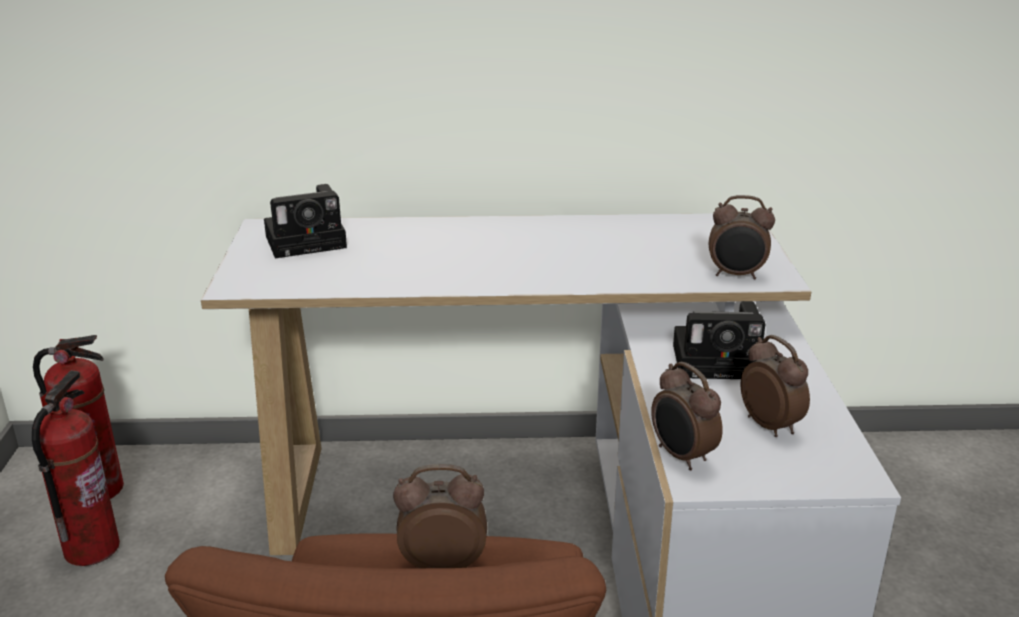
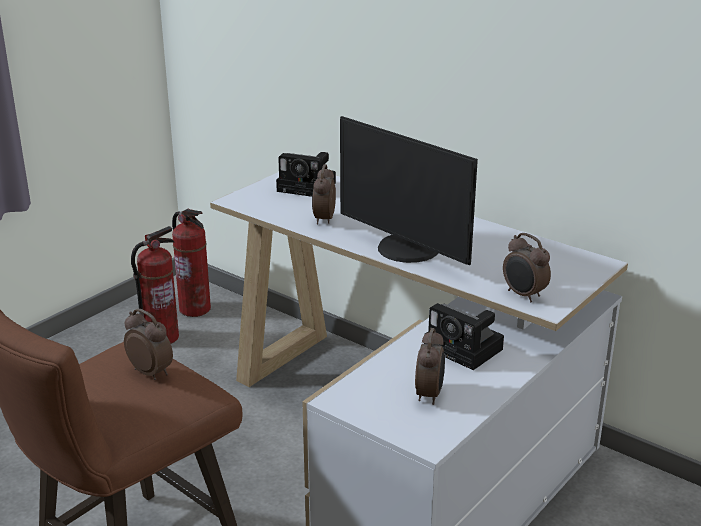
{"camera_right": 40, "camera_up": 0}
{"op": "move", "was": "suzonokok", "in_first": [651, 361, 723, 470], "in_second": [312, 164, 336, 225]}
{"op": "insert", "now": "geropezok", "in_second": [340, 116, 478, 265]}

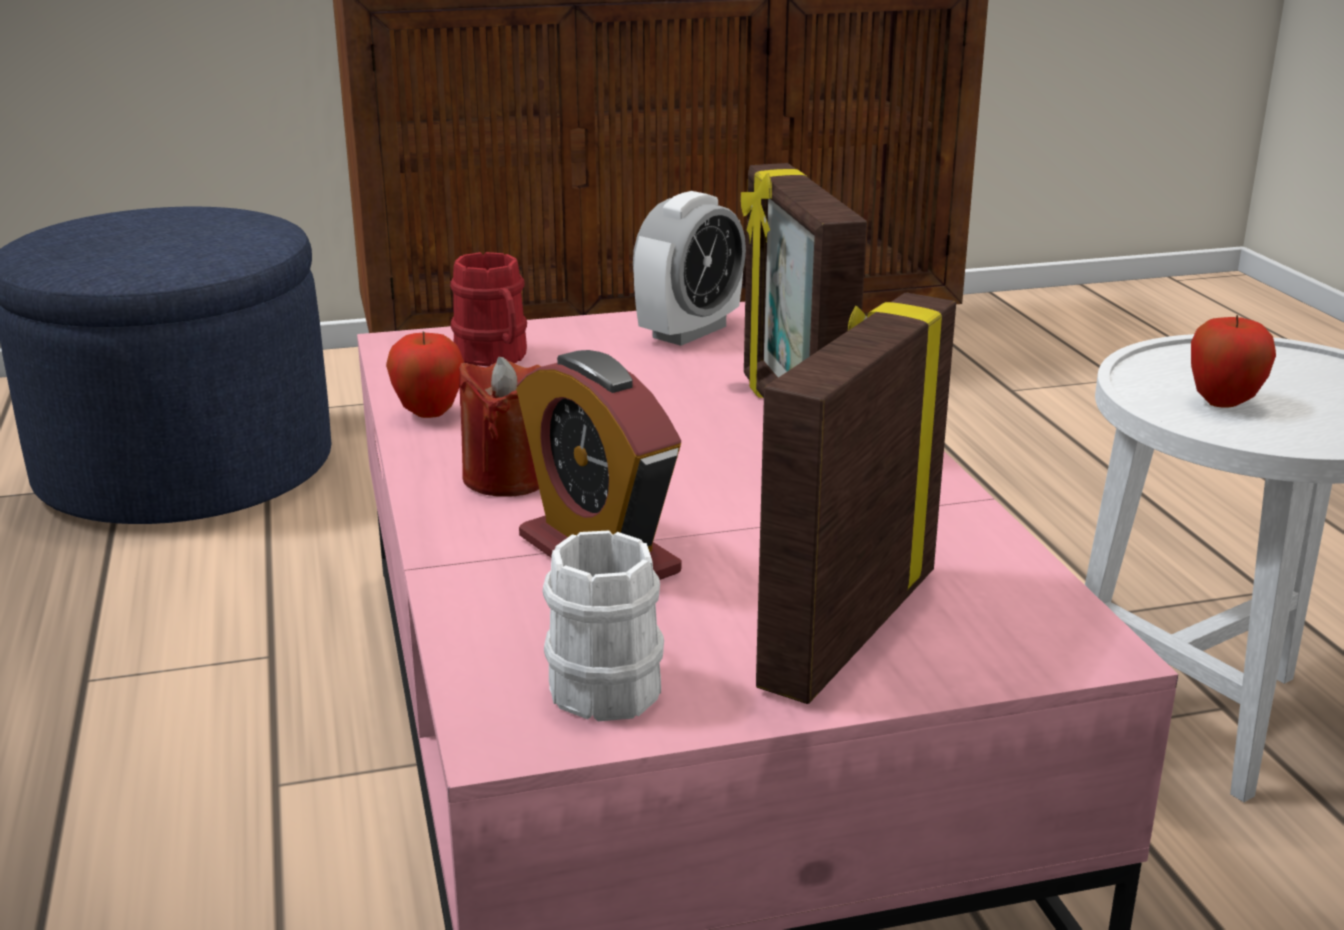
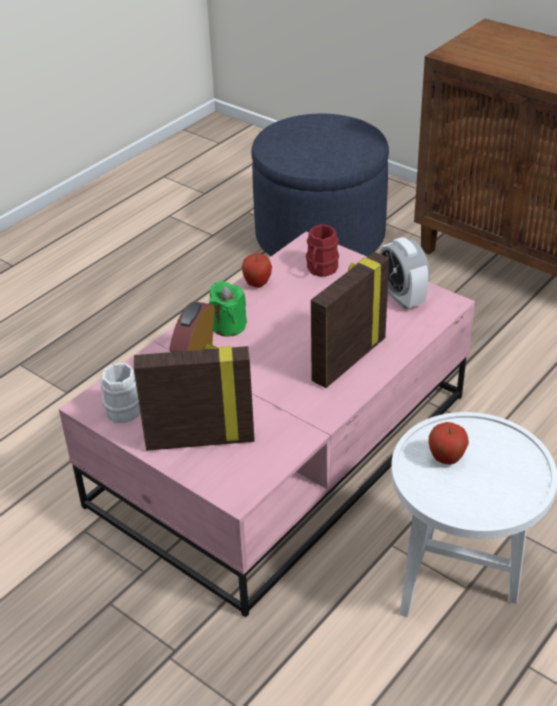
{"camera_right": 55, "camera_up": 15}
{"op": "recolor", "was": "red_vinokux", "now": "green_vinokux", "in_first": [459, 357, 541, 497], "in_second": [209, 281, 247, 337]}
{"op": "rotate", "was": "suzonokok", "in_first": [633, 191, 746, 346], "in_second": [380, 237, 430, 309], "clockwise": 60}

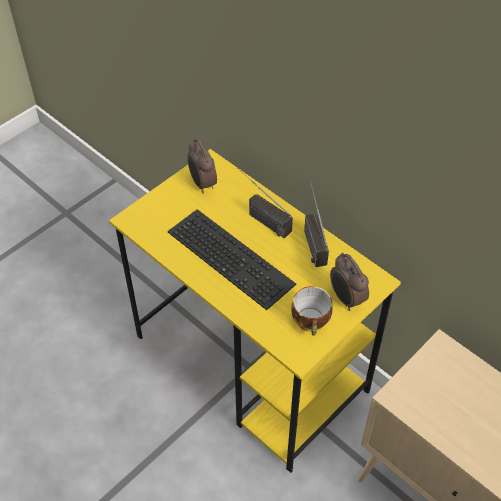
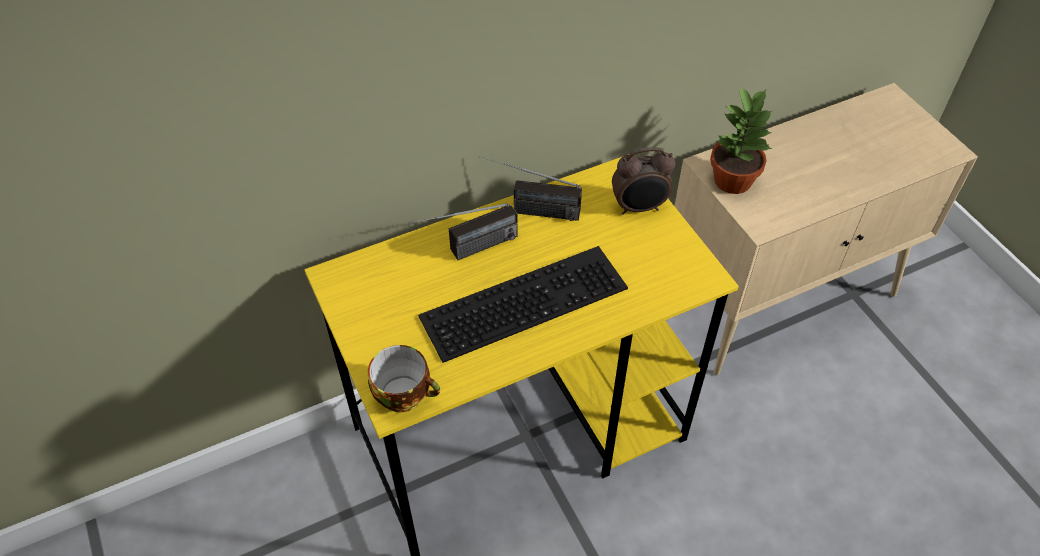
{"camera_right": -70, "camera_up": 0}
{"op": "delete", "was": "suzonokok", "in_first": [187, 138, 217, 193]}
{"op": "move", "was": "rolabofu", "in_first": [291, 286, 333, 336], "in_second": [368, 345, 440, 413]}
{"op": "insert", "now": "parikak", "in_second": [710, 87, 773, 194]}

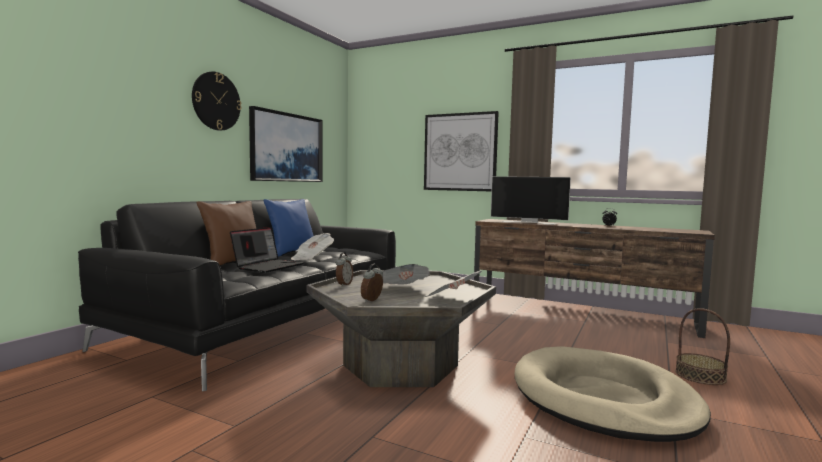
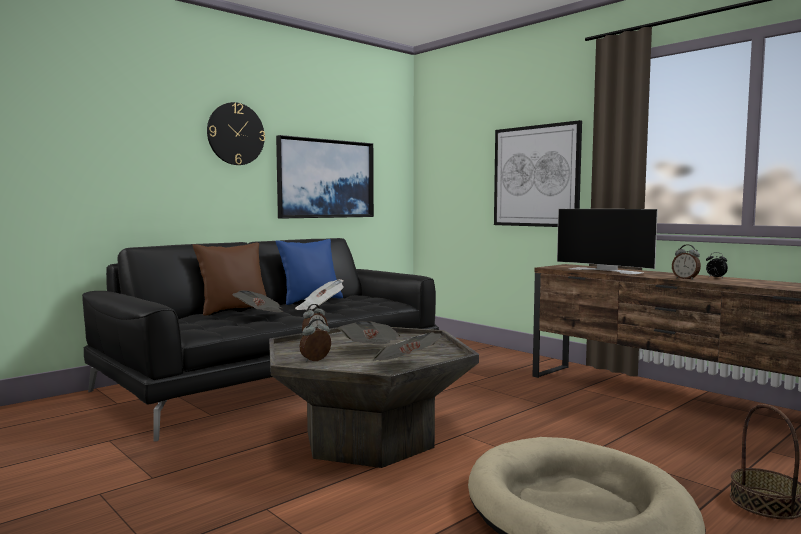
{"camera_right": 20, "camera_up": 0}
{"op": "replace", "was": "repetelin", "now": "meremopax", "in_first": [230, 227, 304, 273], "in_second": [232, 290, 283, 312]}
{"op": "insert", "now": "suzonokok", "in_second": [672, 244, 701, 280]}

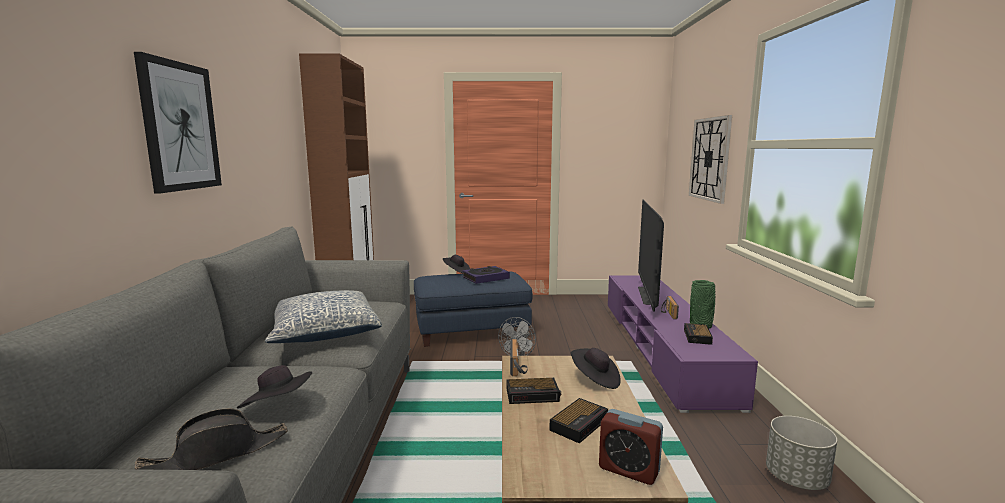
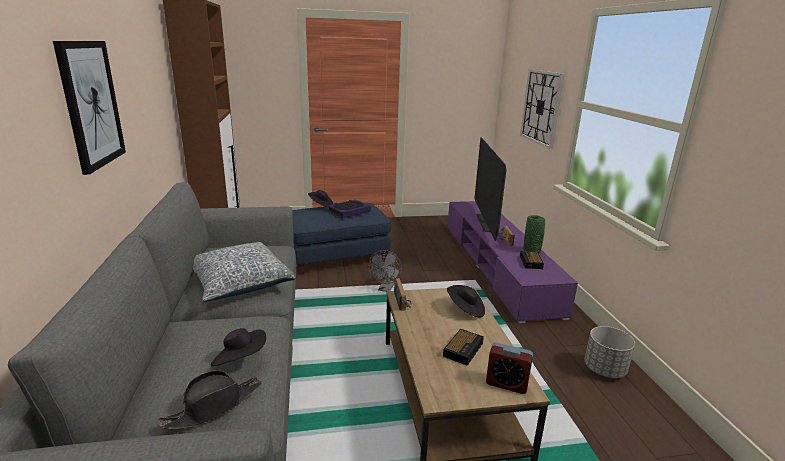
{"camera_right": -10, "camera_up": 10}
{"op": "delete", "was": "suzonokok", "in_first": [506, 378, 561, 404]}

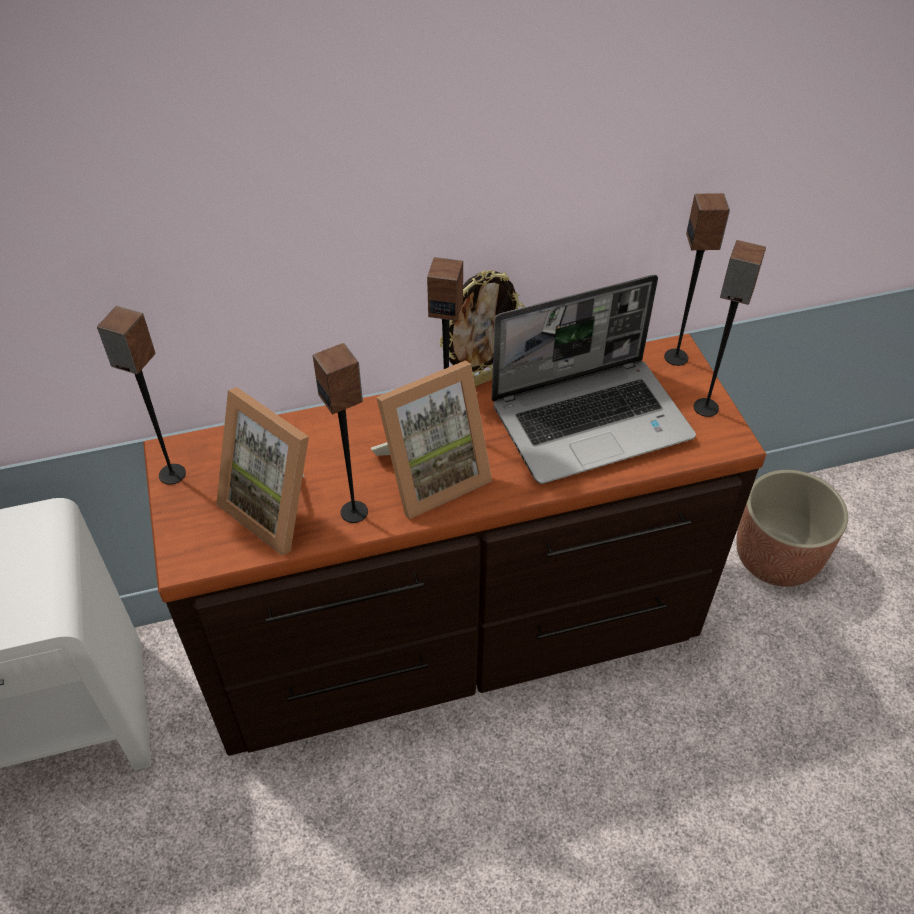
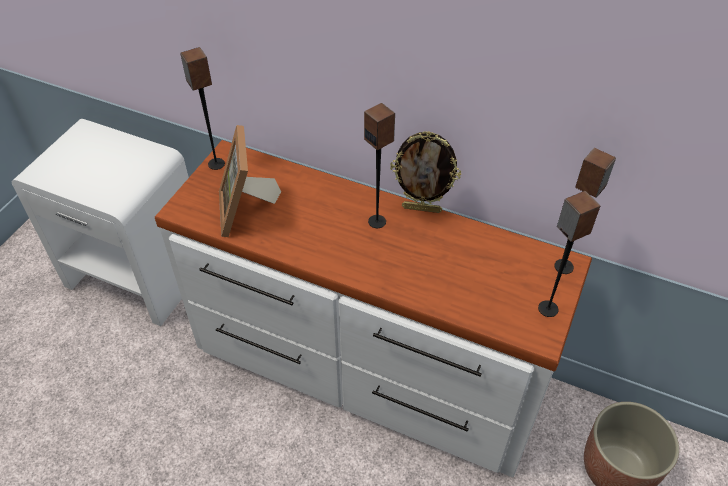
{"camera_right": 40, "camera_up": 0}
{"op": "recolor", "was": "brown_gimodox", "now": "white_gimodox", "in_first": [143, 333, 766, 756], "in_second": [155, 140, 592, 477]}
{"op": "delete", "was": "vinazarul", "in_first": [313, 343, 368, 523]}
{"op": "delete", "was": "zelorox", "in_first": [371, 360, 492, 519]}
{"op": "delete", "was": "repetelin", "in_first": [491, 275, 696, 484]}

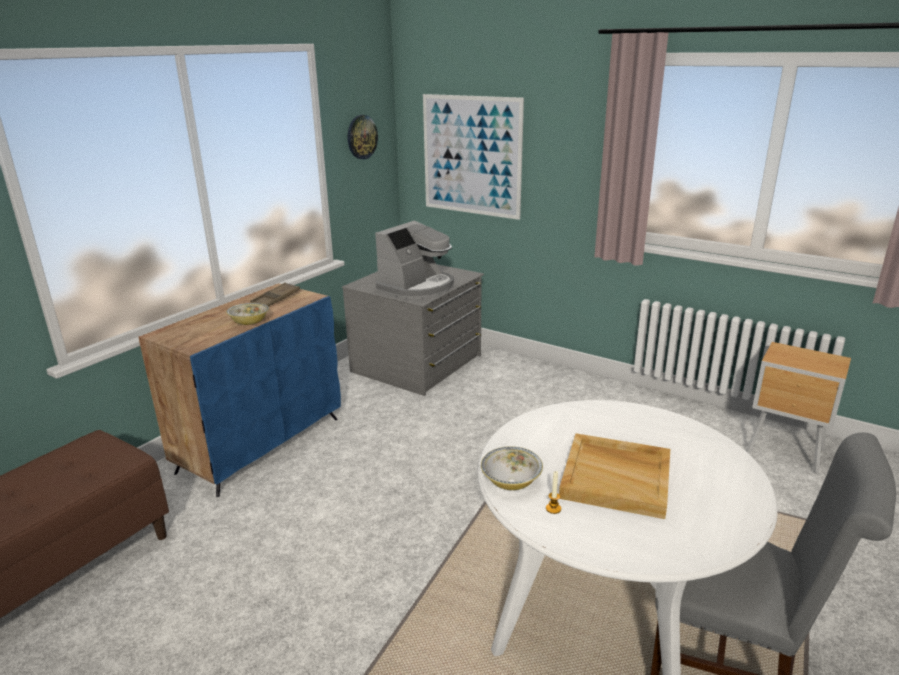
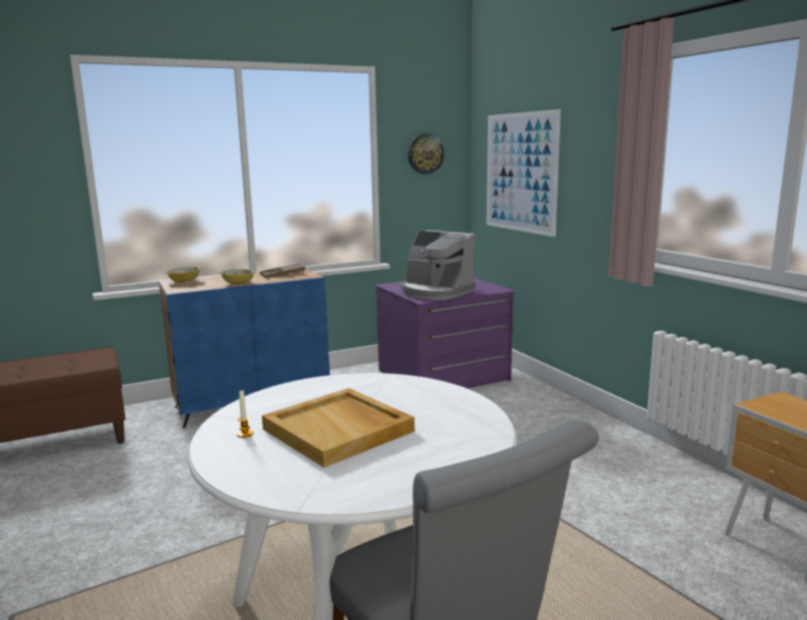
{"camera_right": 30, "camera_up": -10}
{"op": "recolor", "was": "grey_gimodox", "now": "purple_gimodox", "in_first": [342, 264, 484, 396], "in_second": [375, 278, 515, 389]}
{"op": "rotate", "was": "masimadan", "in_first": [375, 220, 454, 299], "in_second": [401, 230, 476, 300], "clockwise": 60}
{"op": "move", "was": "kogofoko", "in_first": [481, 446, 543, 490], "in_second": [165, 266, 201, 282]}

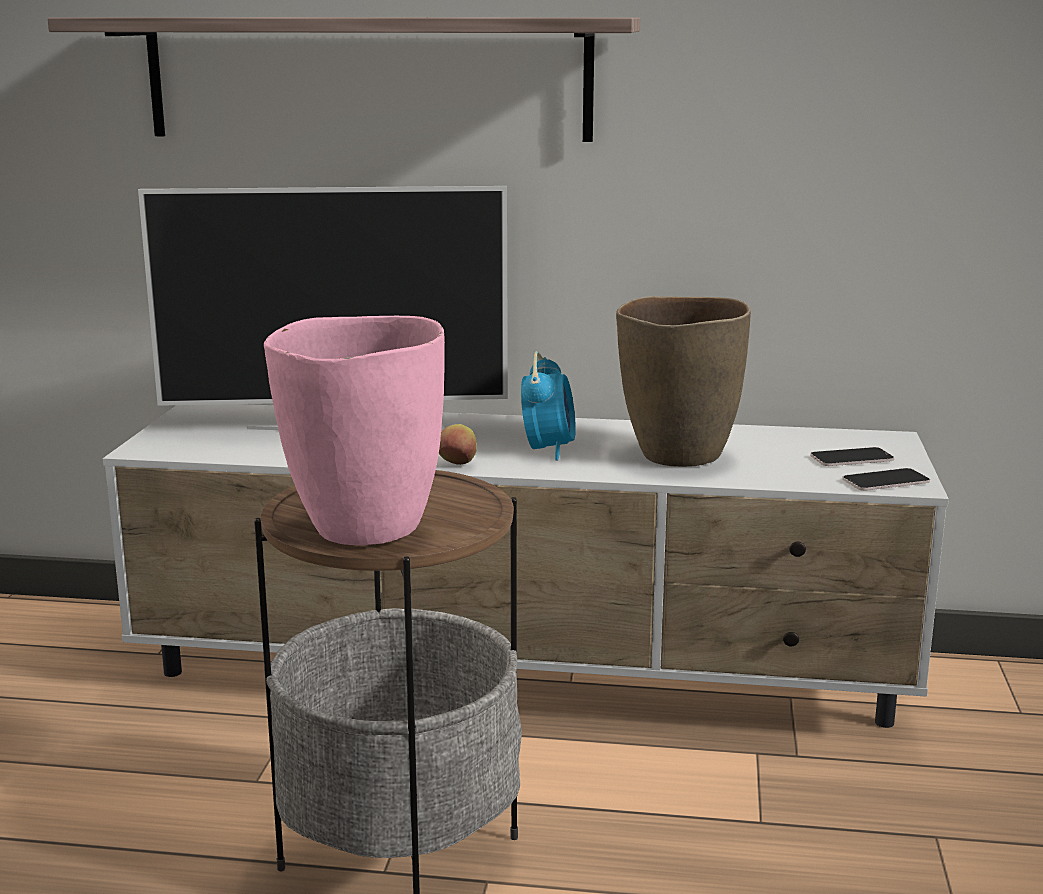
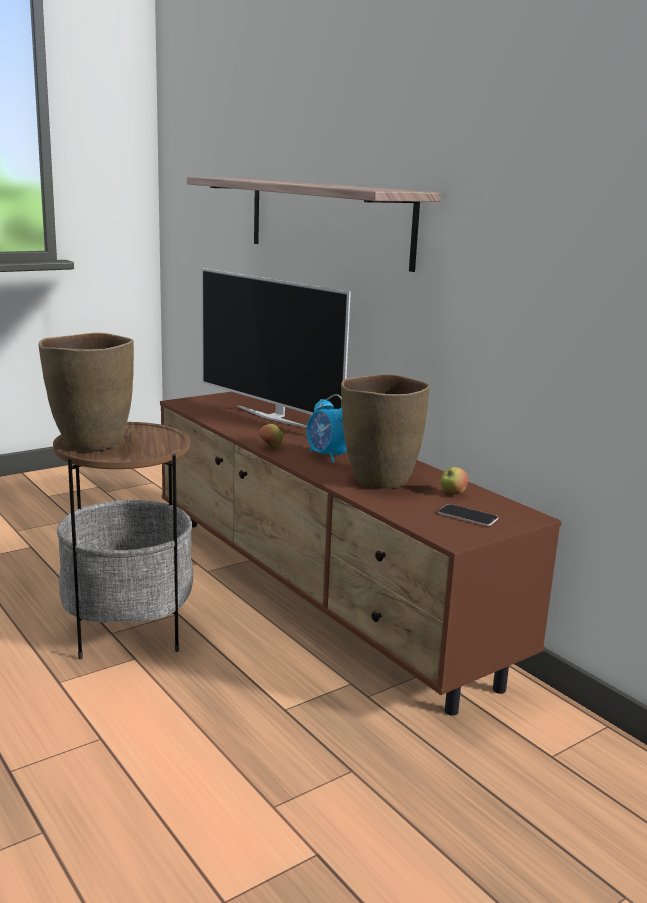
{"camera_right": 45, "camera_up": 0}
{"op": "recolor", "was": "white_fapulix", "now": "brown_fapulix", "in_first": [103, 404, 949, 728], "in_second": [160, 392, 562, 716]}
{"op": "recolor", "was": "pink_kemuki", "now": "brown_kemuki", "in_first": [264, 316, 445, 545], "in_second": [39, 333, 134, 450]}
{"op": "rotate", "was": "suzonokok", "in_first": [521, 351, 576, 461], "in_second": [307, 394, 347, 463], "clockwise": 90}
{"op": "delete", "was": "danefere", "in_first": [842, 468, 930, 491]}
{"op": "insert", "now": "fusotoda", "in_second": [441, 467, 468, 495]}

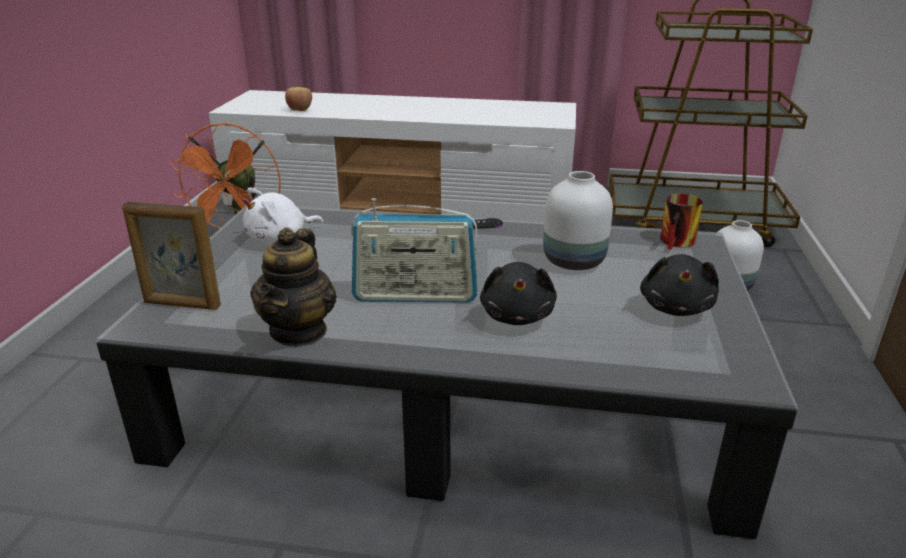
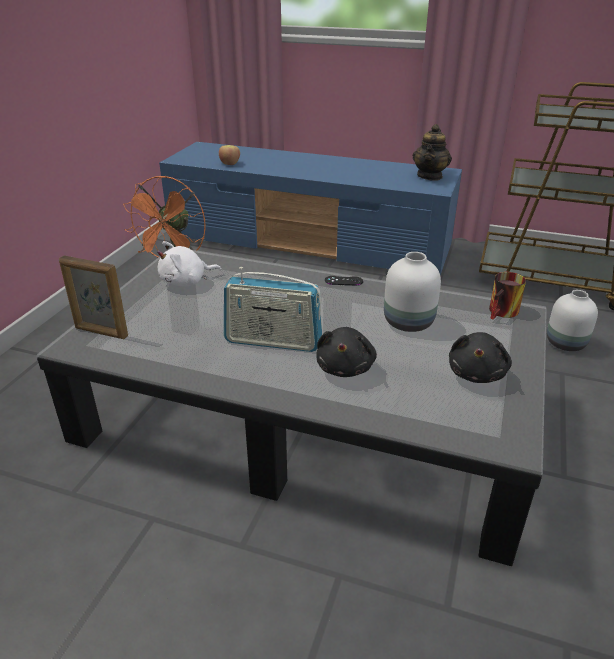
{"camera_right": 10, "camera_up": 5}
{"op": "recolor", "was": "white_fapulix", "now": "blue_fapulix", "in_first": [209, 90, 576, 221], "in_second": [159, 142, 462, 275]}
{"op": "move", "was": "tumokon", "in_first": [250, 227, 337, 347], "in_second": [412, 124, 452, 181]}

